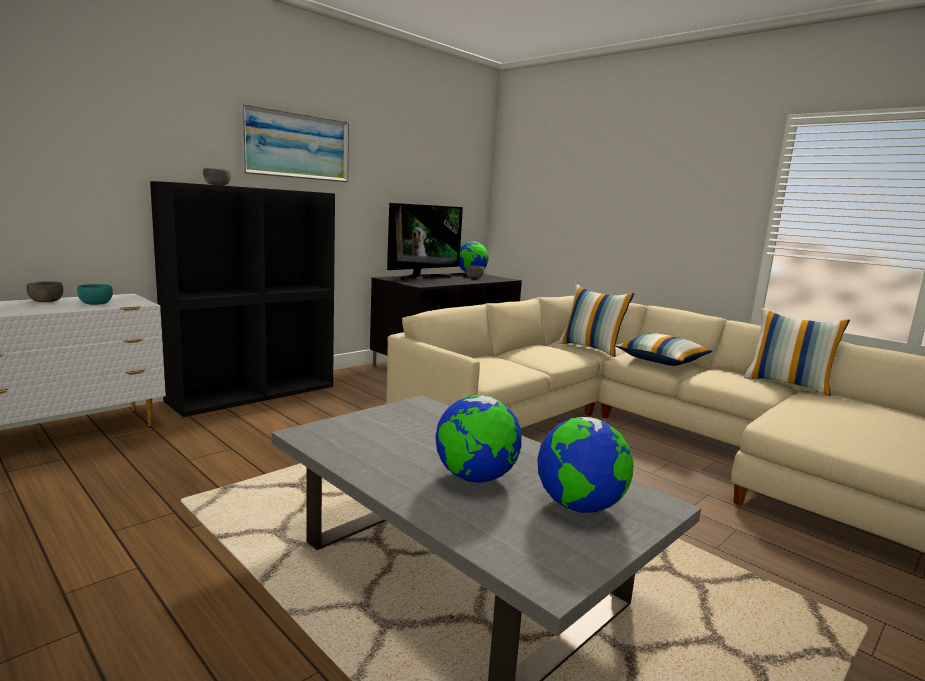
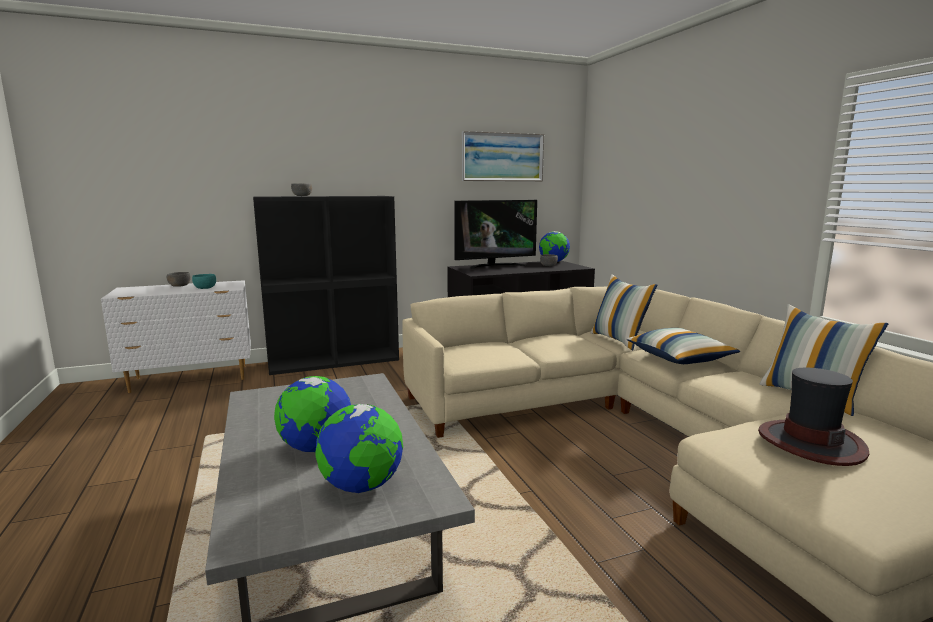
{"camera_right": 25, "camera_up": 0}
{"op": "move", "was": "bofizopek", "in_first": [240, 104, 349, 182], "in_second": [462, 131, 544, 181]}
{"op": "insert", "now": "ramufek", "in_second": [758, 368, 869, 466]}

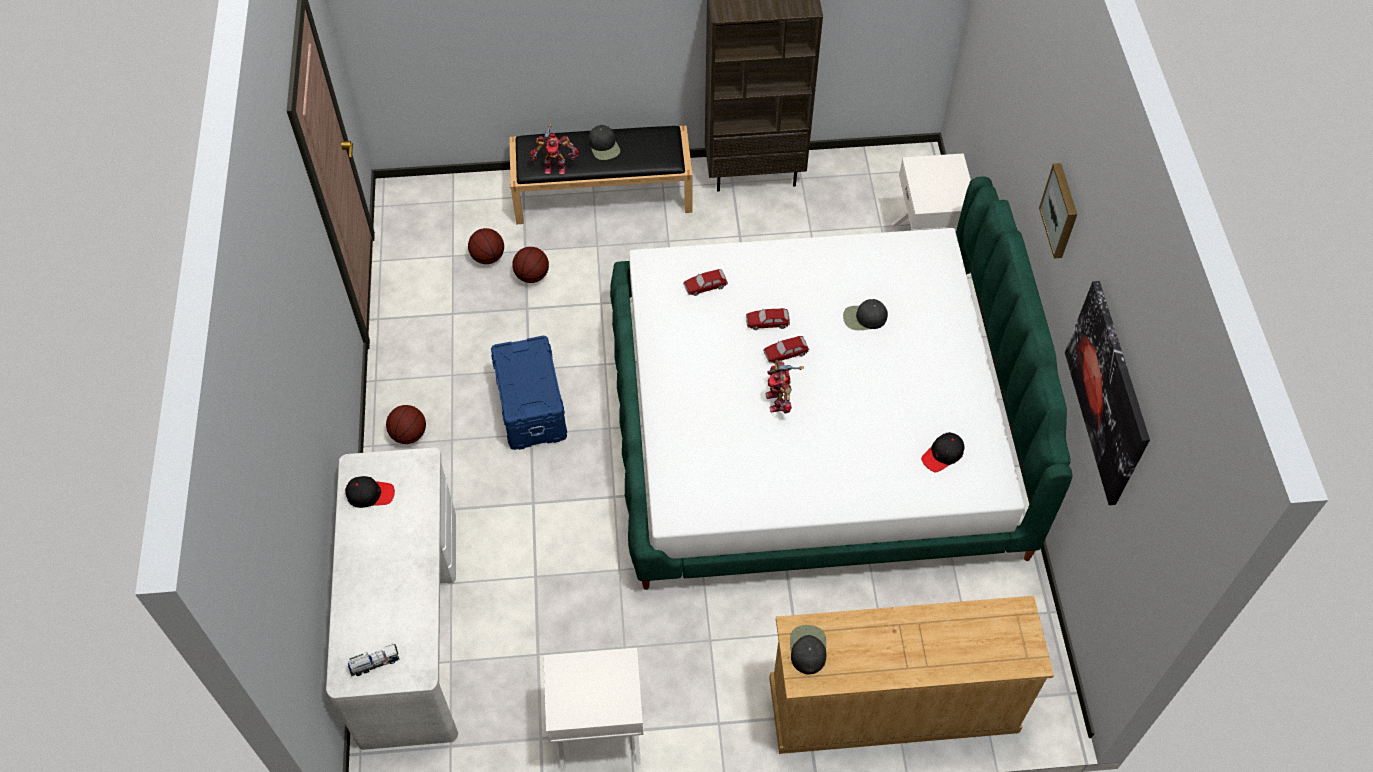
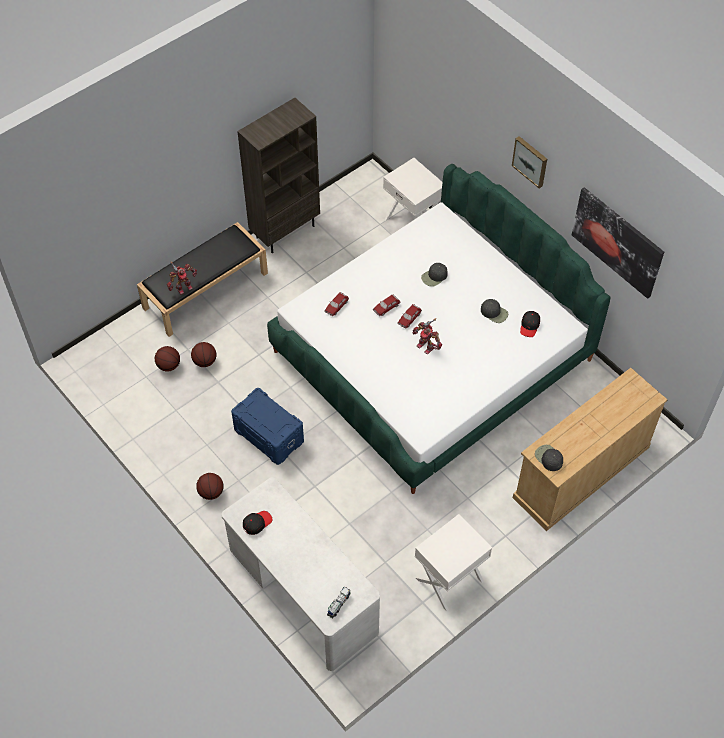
{"camera_right": -35, "camera_up": 0}
{"op": "move", "was": "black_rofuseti", "in_first": [589, 125, 620, 160], "in_second": [481, 299, 508, 323]}

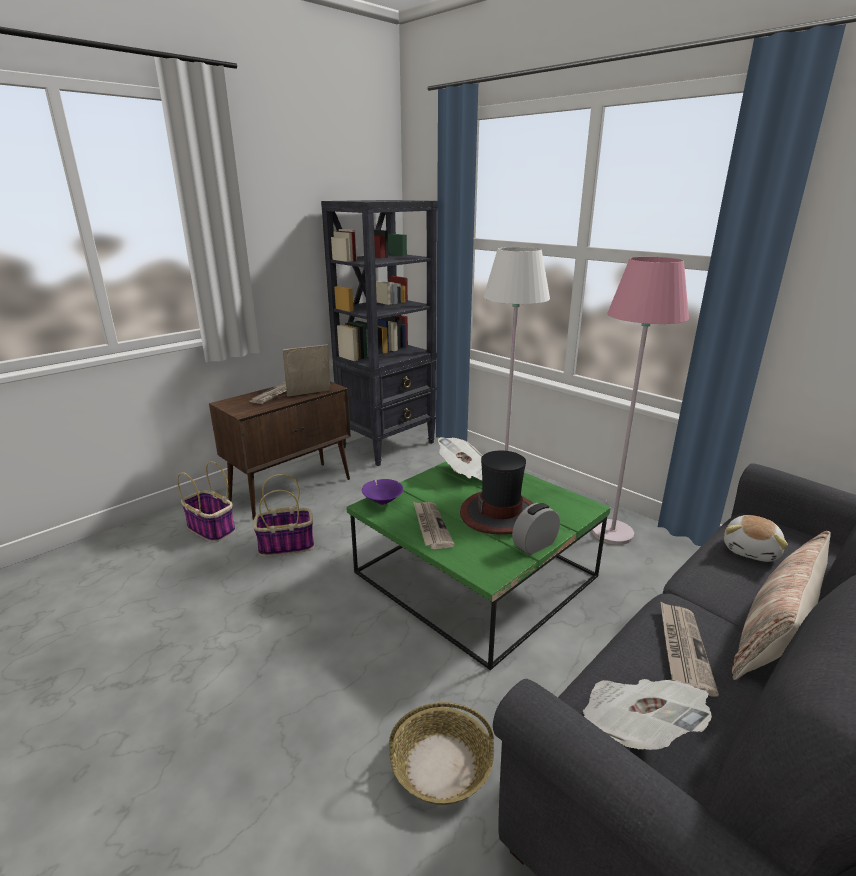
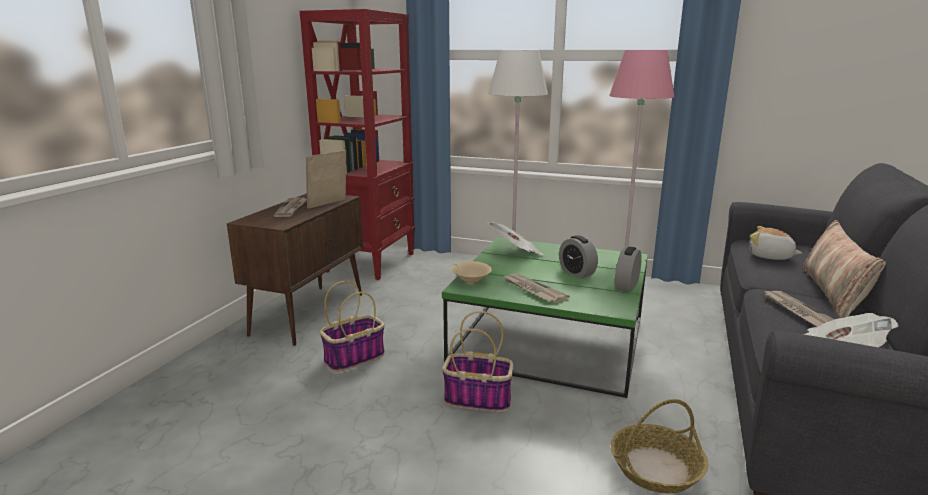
{"camera_right": -25, "camera_up": -5}
{"op": "move", "was": "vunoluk", "in_first": [177, 461, 235, 542], "in_second": [442, 311, 513, 412]}
{"op": "recolor", "was": "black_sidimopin", "now": "red_sidimopin", "in_first": [321, 200, 437, 466], "in_second": [300, 9, 415, 280]}
{"op": "recolor", "was": "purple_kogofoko", "now": "beige_kogofoko", "in_first": [362, 479, 403, 505], "in_second": [451, 261, 492, 285]}
{"op": "replace", "was": "ramufek", "now": "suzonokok", "in_first": [460, 451, 534, 535], "in_second": [559, 235, 598, 278]}
{"op": "rotate", "was": "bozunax", "in_first": [724, 515, 788, 562], "in_second": [750, 226, 802, 260], "clockwise": 120}

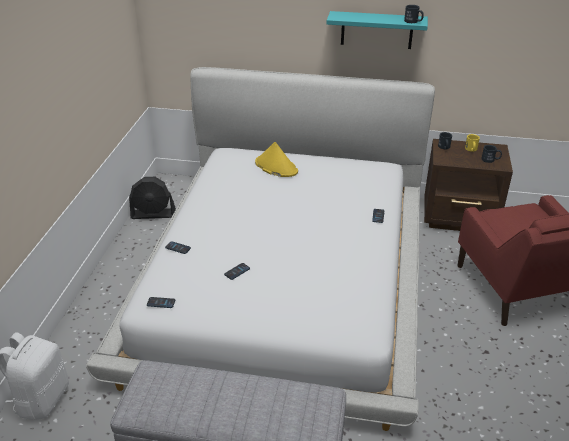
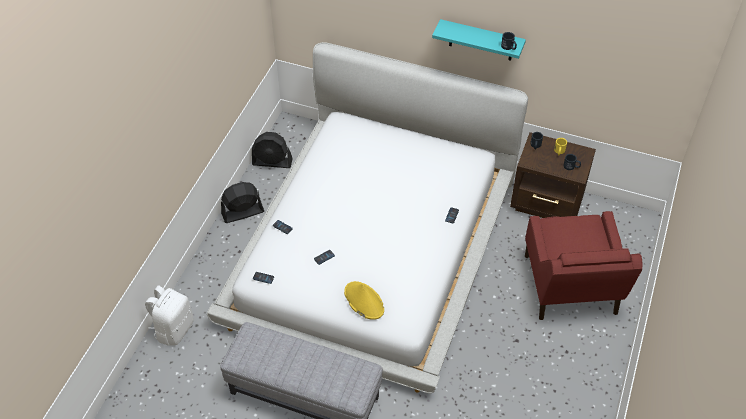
{"camera_right": 10, "camera_up": 15}
{"op": "move", "was": "yellow_ramufek", "in_first": [255, 142, 298, 177], "in_second": [344, 281, 384, 320]}
{"op": "insert", "now": "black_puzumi", "in_second": [221, 182, 264, 223]}

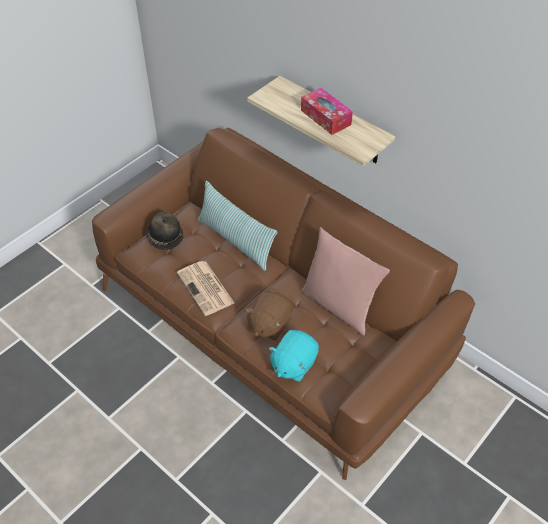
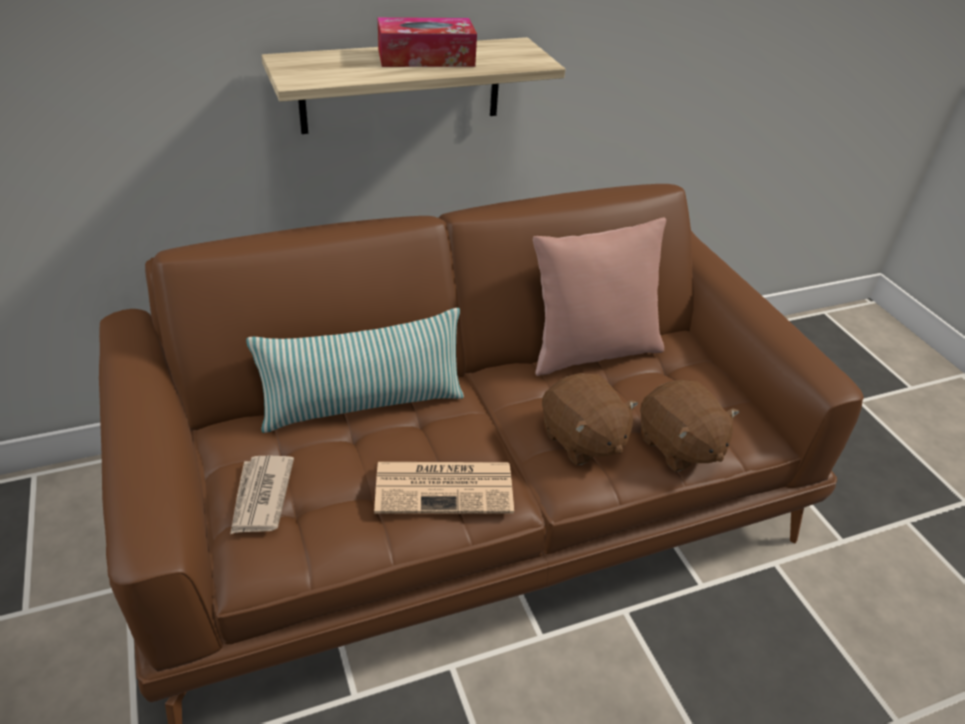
{"camera_right": -65, "camera_up": -10}
{"op": "replace", "was": "ramufek", "now": "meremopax", "in_first": [146, 212, 184, 250], "in_second": [230, 456, 294, 534]}
{"op": "recolor", "was": "turquoise_bozunax", "now": "brown_bozunax", "in_first": [269, 330, 319, 382], "in_second": [640, 380, 740, 471]}

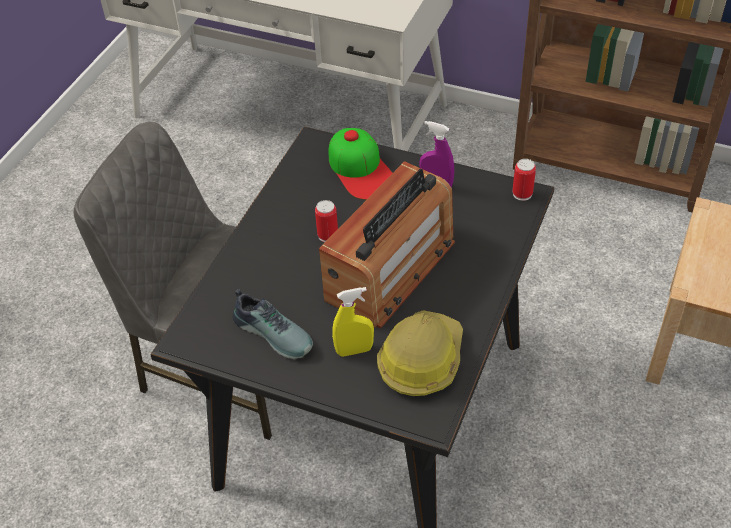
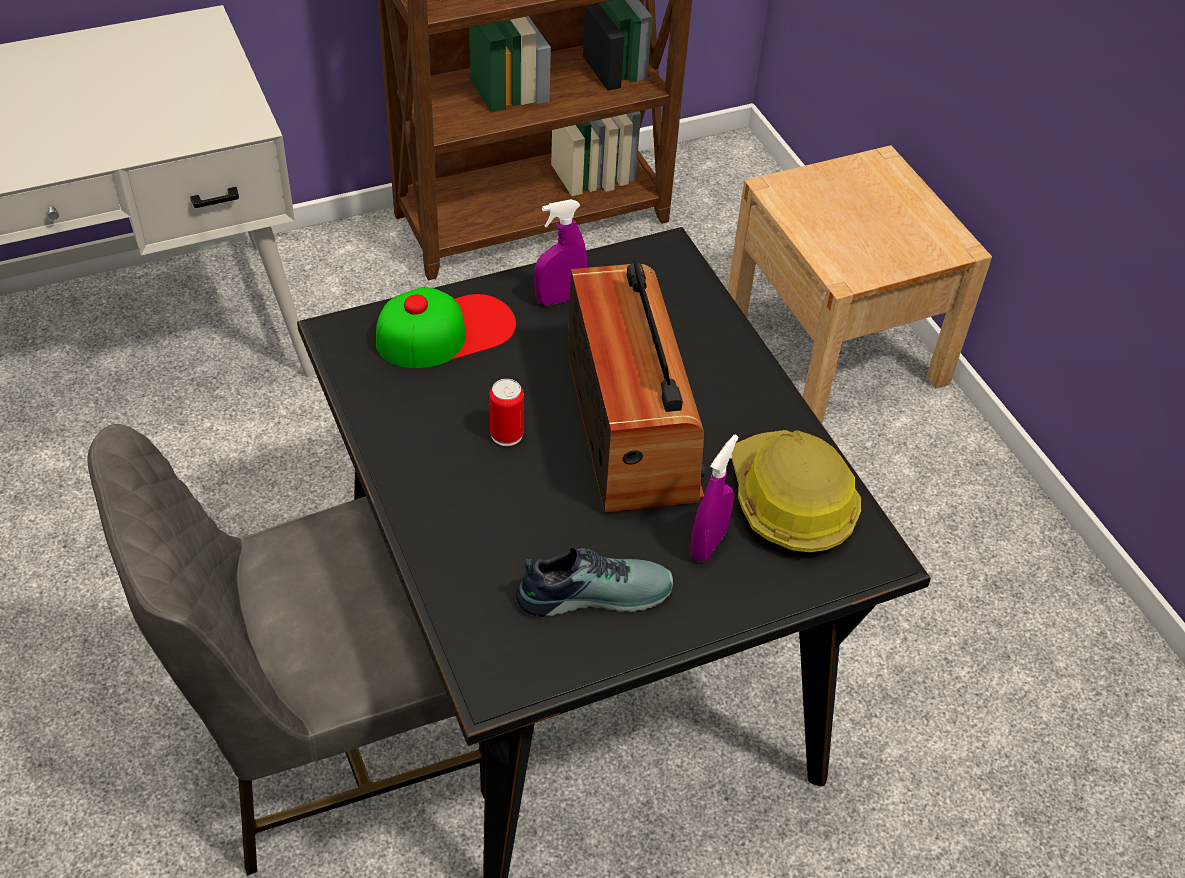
{"camera_right": -50, "camera_up": 0}
{"op": "rotate", "was": "rofuseti", "in_first": [329, 128, 392, 200], "in_second": [376, 287, 516, 368], "clockwise": -45}
{"op": "recolor", "was": "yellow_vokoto", "now": "purple_vokoto", "in_first": [332, 287, 374, 357], "in_second": [690, 435, 739, 562]}
{"op": "delete", "was": "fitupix", "in_first": [513, 159, 536, 201]}

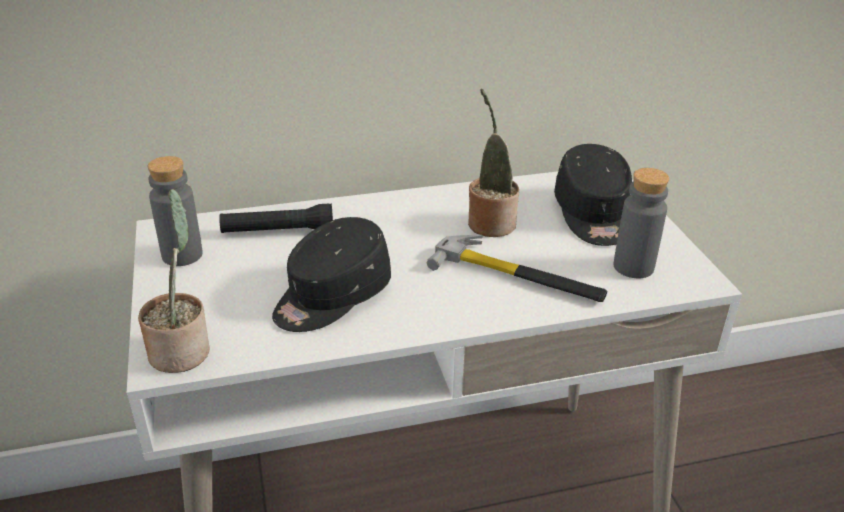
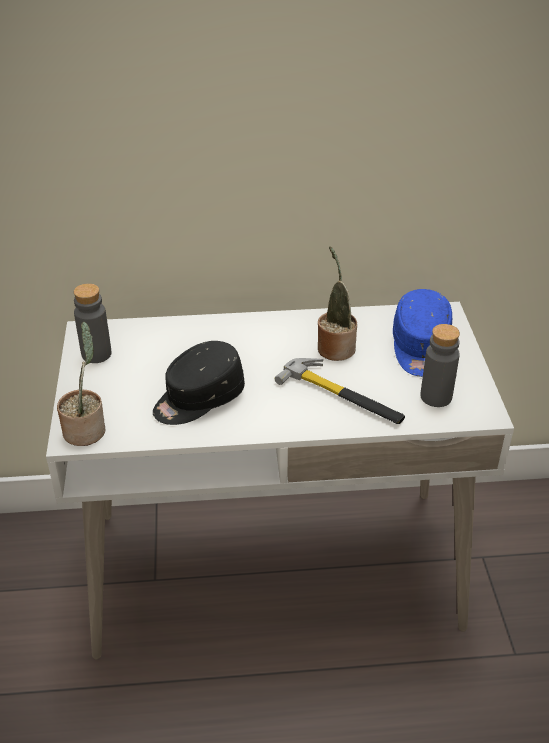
{"camera_right": 10, "camera_up": 5}
{"op": "delete", "was": "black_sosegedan", "in_first": [219, 204, 333, 233]}
{"op": "recolor", "was": "black_rofuseti", "now": "blue_rofuseti", "in_first": [554, 144, 632, 246], "in_second": [393, 289, 452, 377]}

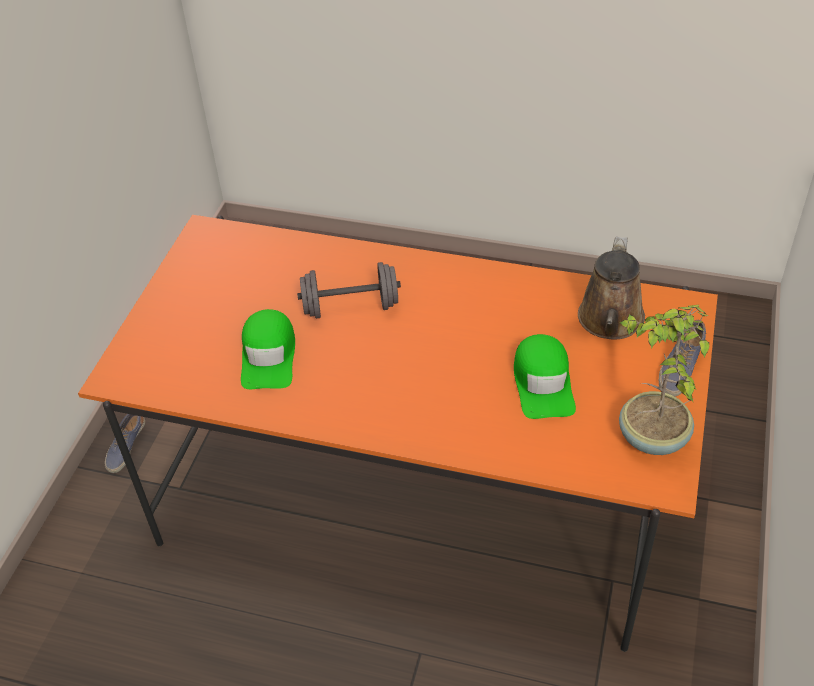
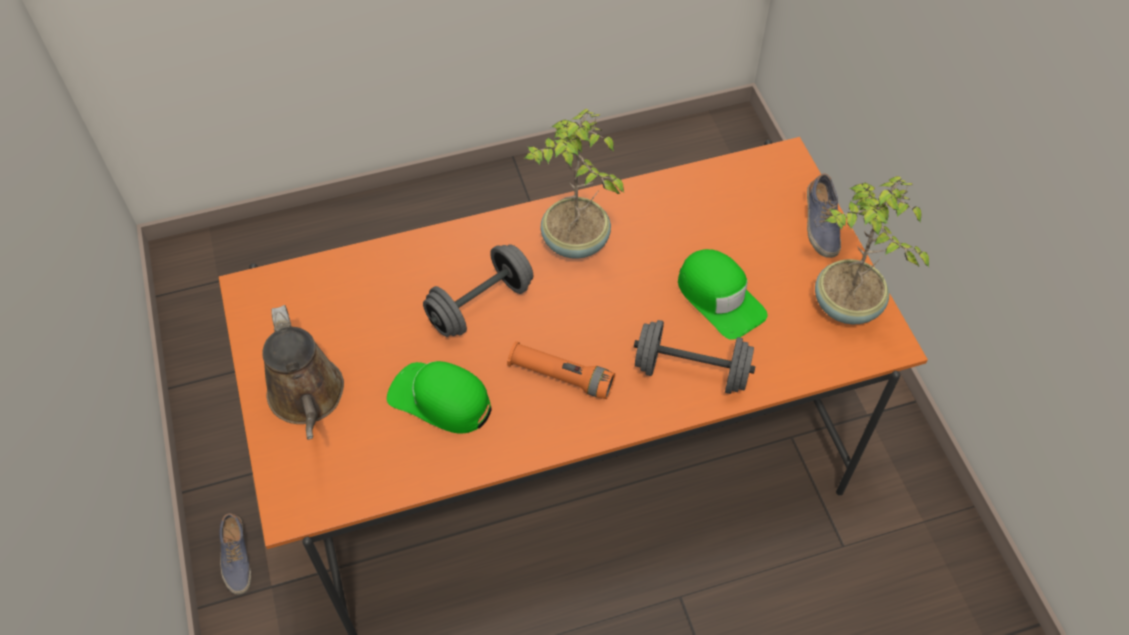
{"camera_right": -35, "camera_up": 10}
{"op": "rotate", "was": "green_rofuseti", "in_first": [241, 309, 295, 389], "in_second": [387, 361, 492, 434], "clockwise": 150}
{"op": "move", "was": "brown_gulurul", "in_first": [578, 237, 645, 340], "in_second": [262, 305, 344, 440]}
{"op": "insert", "now": "orange_sosegedan", "in_second": [507, 341, 615, 399]}
{"op": "insert", "now": "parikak", "in_second": [524, 109, 624, 259]}
{"op": "insert", "now": "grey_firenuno", "in_second": [634, 320, 756, 394]}

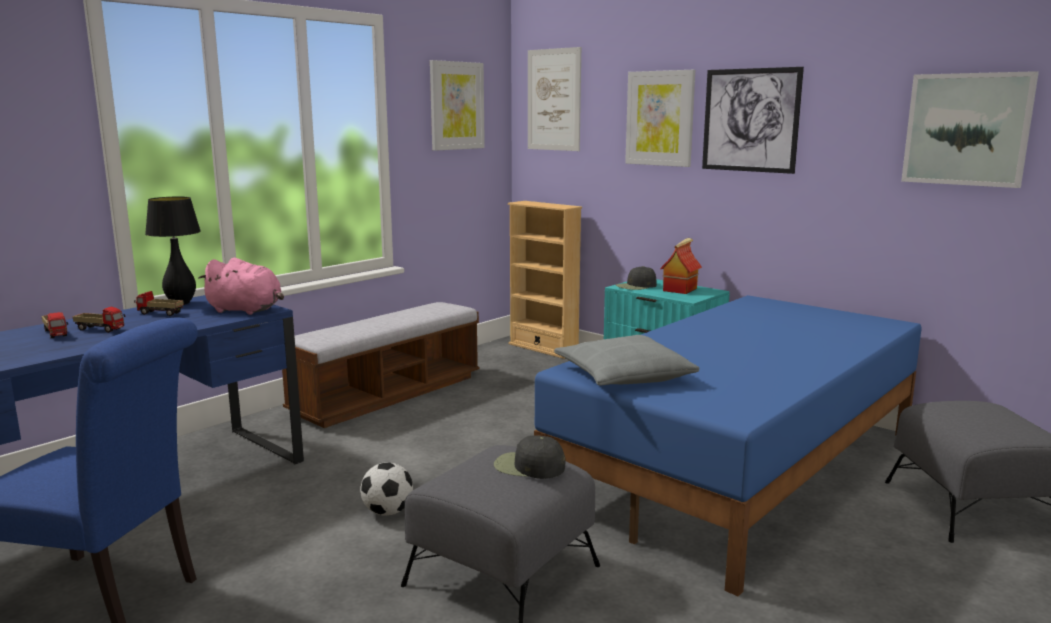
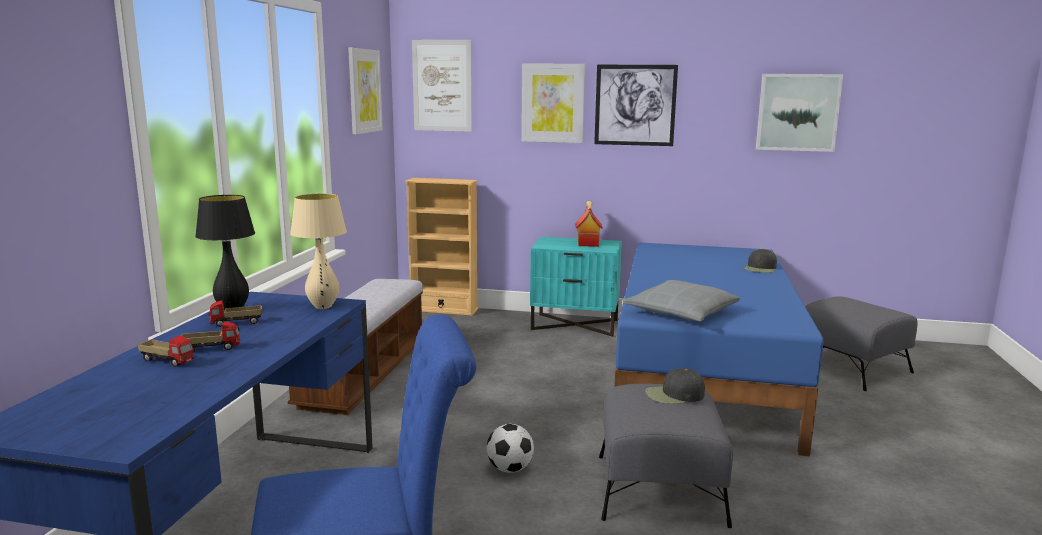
{"camera_right": -30, "camera_up": 0}
{"op": "replace", "was": "pink_bozunax", "now": "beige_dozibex", "in_first": [198, 258, 284, 315], "in_second": [290, 193, 347, 309]}
{"op": "move", "was": "black_rofuseti", "in_first": [616, 266, 657, 290], "in_second": [744, 249, 777, 273]}

